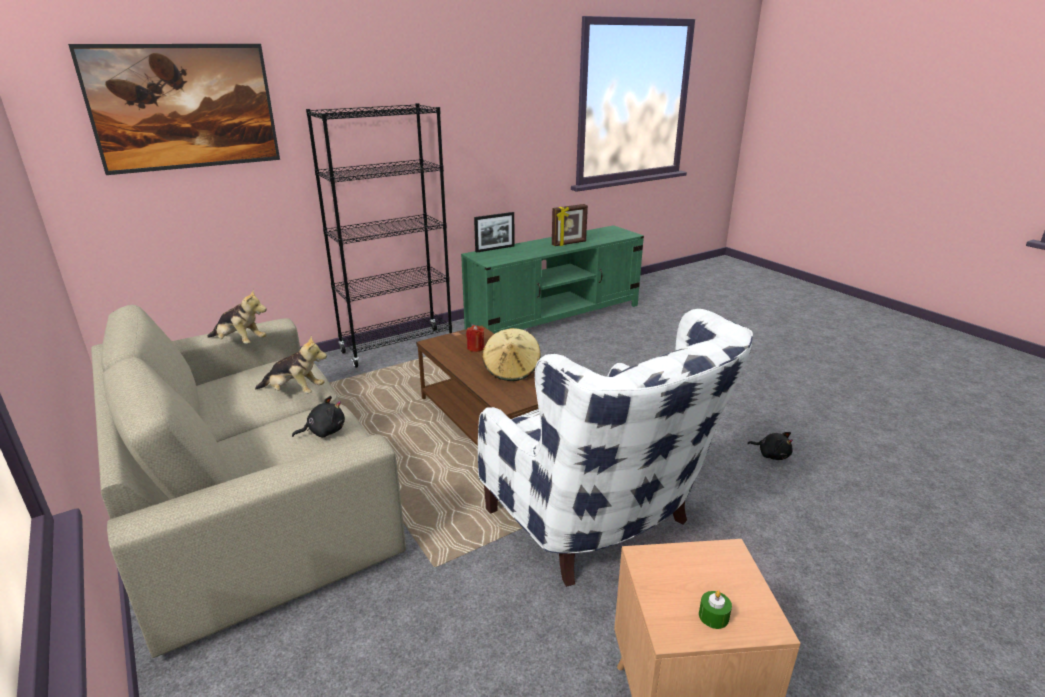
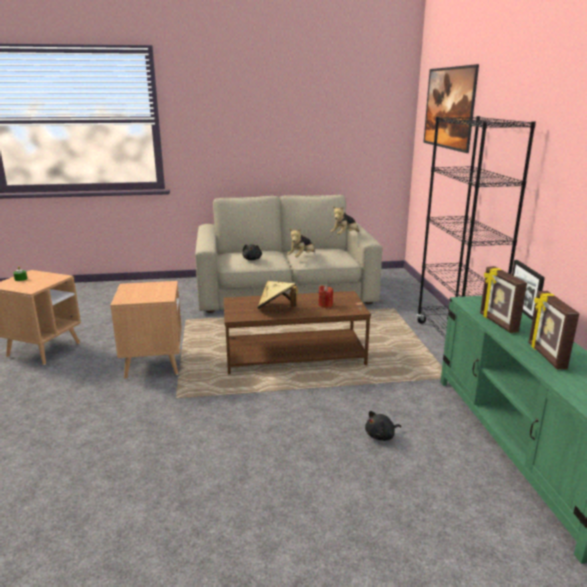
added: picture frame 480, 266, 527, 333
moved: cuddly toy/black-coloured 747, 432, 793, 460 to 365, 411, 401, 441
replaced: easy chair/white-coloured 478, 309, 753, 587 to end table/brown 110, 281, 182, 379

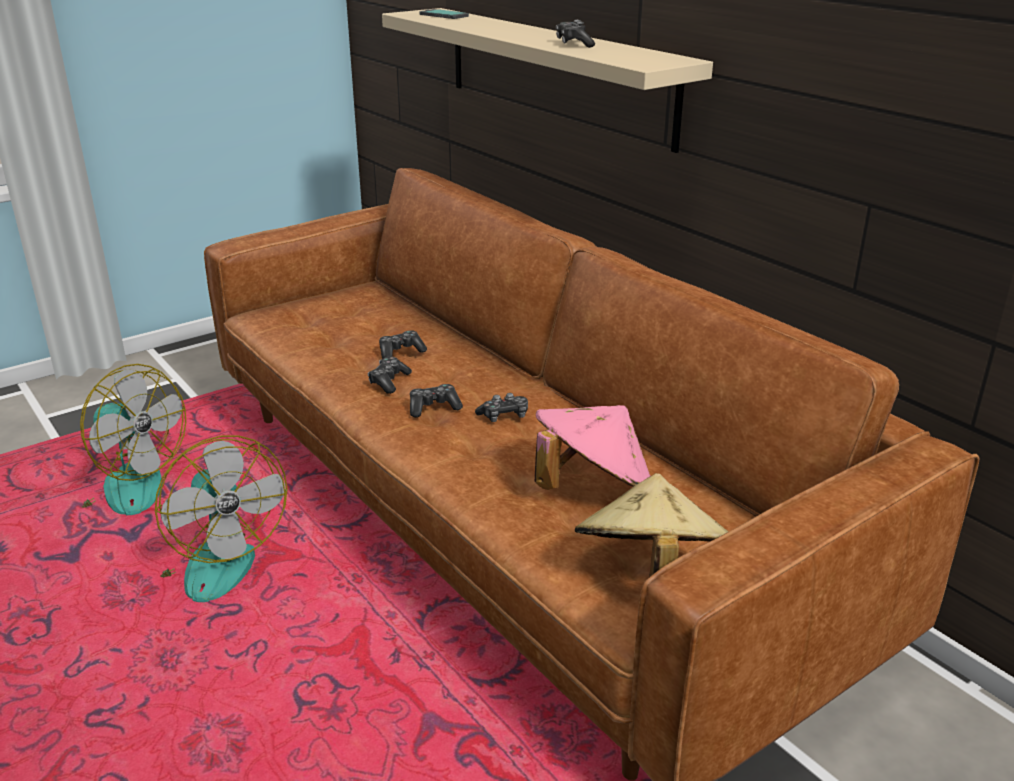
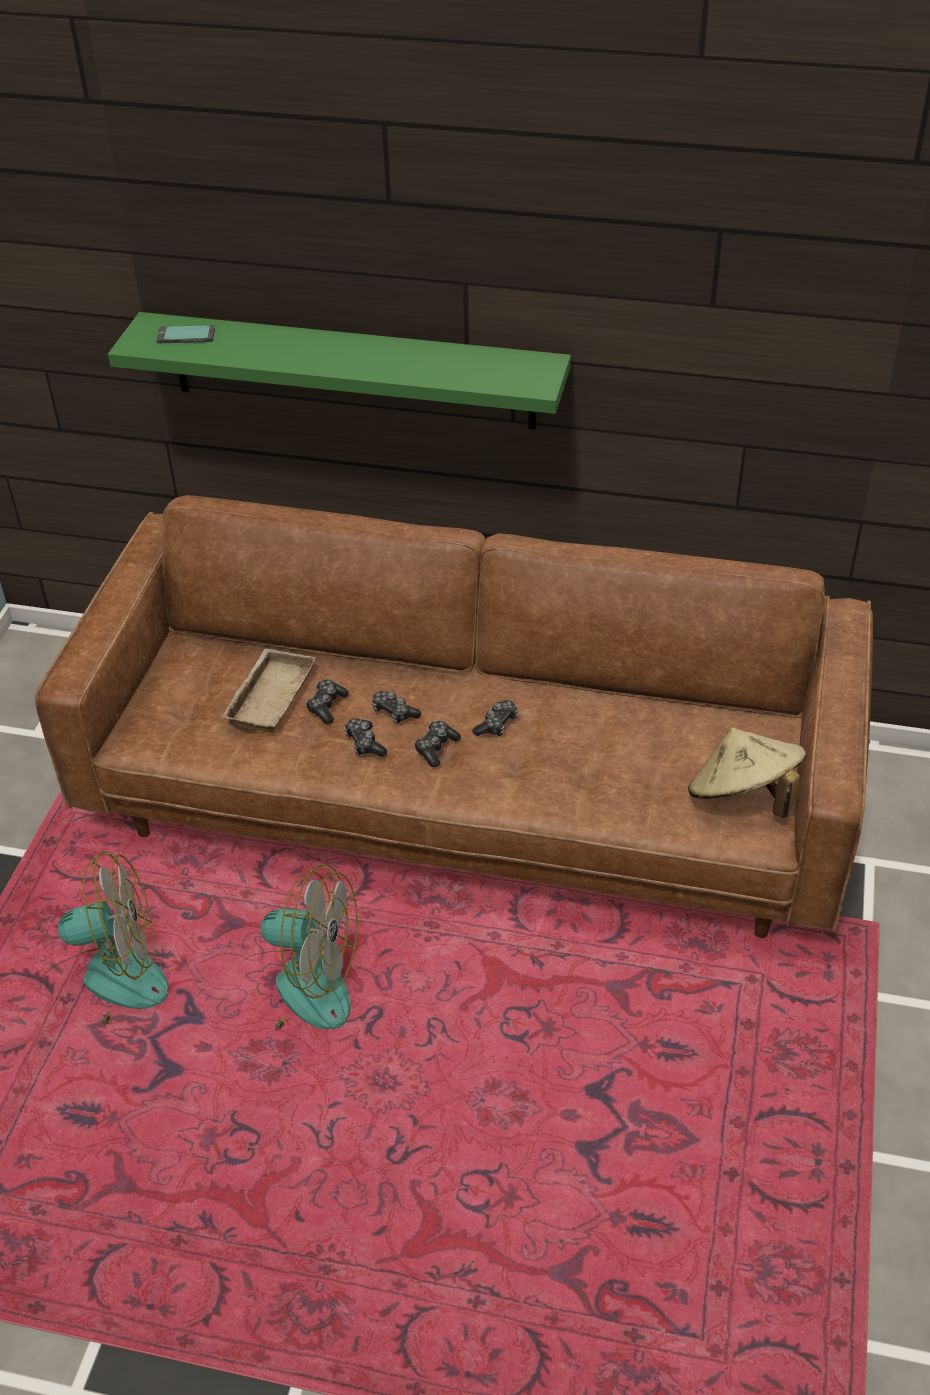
removed: clothing hat/pinkish 535, 405, 650, 490
added: carrying tray/beige-coloured 221, 648, 316, 733
moved: joypad 556, 20, 595, 48 to 372, 691, 421, 724
recoloured: shelf/beige-coloured 382, 8, 713, 153 to shelf/green 108, 312, 571, 430

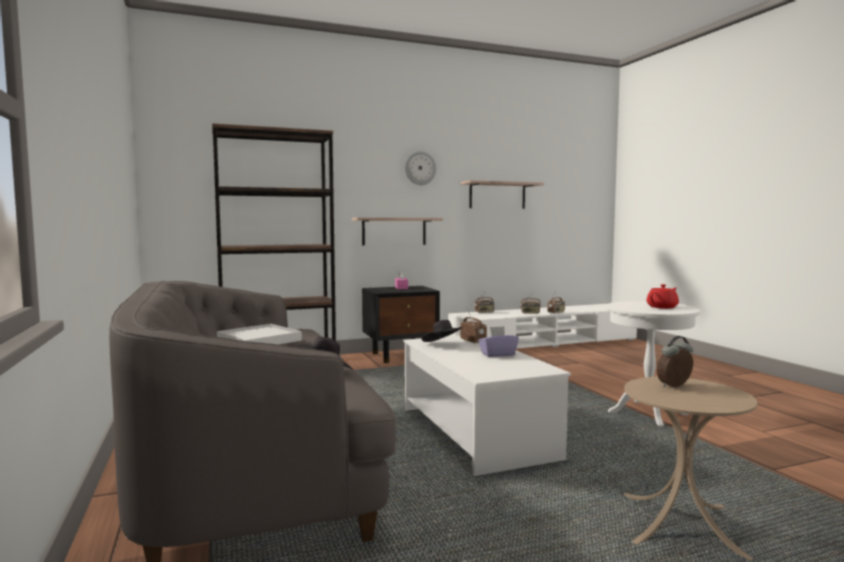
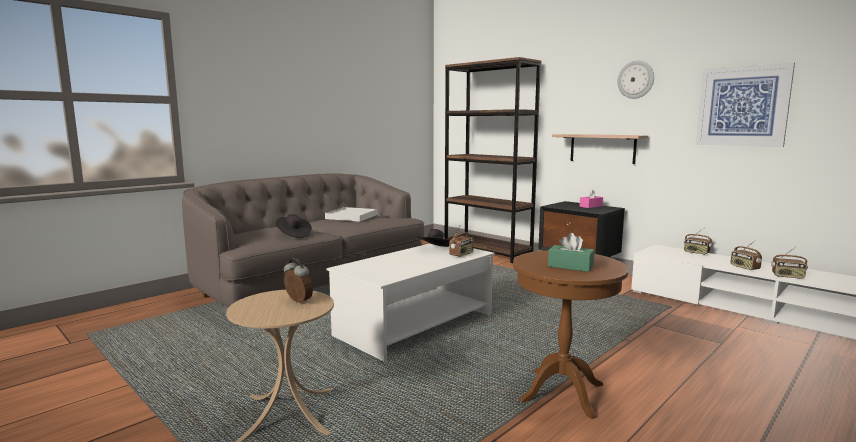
removed: tissue holder/purple 478, 326, 519, 357
replaced: pot for tea/red 647, 284, 679, 309 to tissue holder/green 548, 233, 595, 272; shelf 461, 180, 544, 209 to wall art 696, 63, 795, 147
recoloured: end table/white-coloured 607, 301, 700, 427 to end table/brown 513, 250, 628, 419

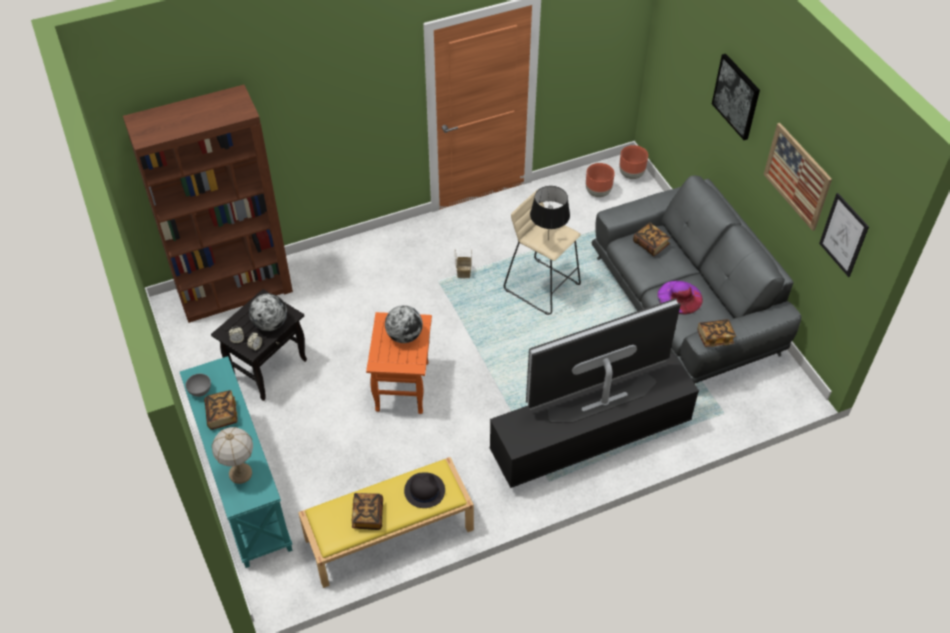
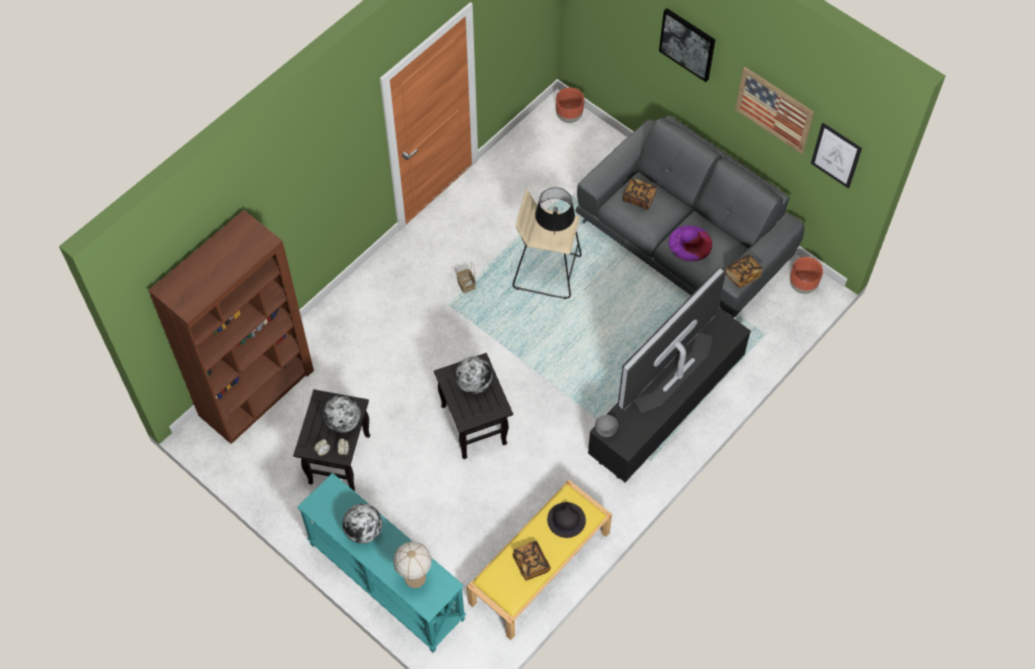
moved: bowl/gray 186, 374, 211, 397 to 595, 415, 618, 437; planter/brown 586, 163, 615, 197 to 790, 257, 823, 294
replaced: book 204, 390, 238, 430 to globe 342, 504, 383, 544
recoloured: end table/orange-coloured 366, 312, 432, 414 to end table/black-coloured 434, 353, 513, 459

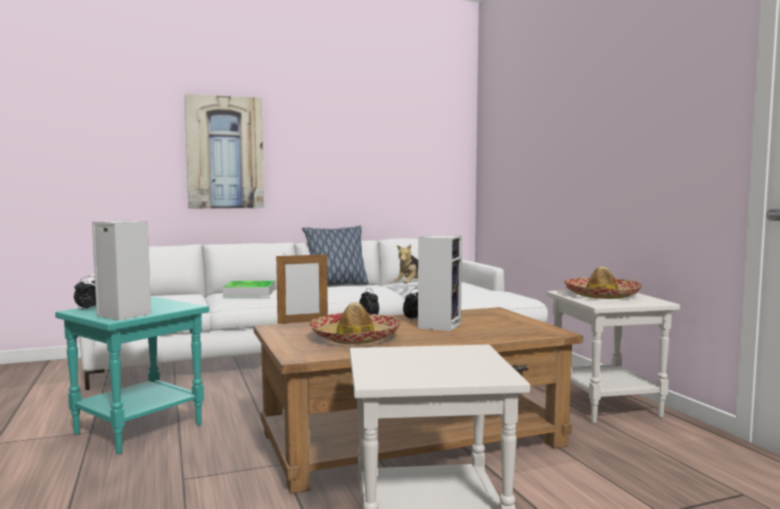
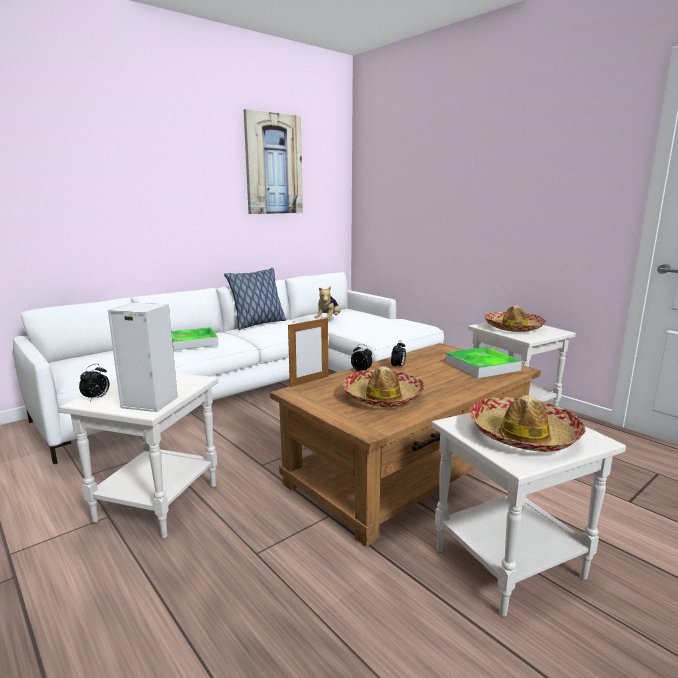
removed: audio speaker 418, 235, 462, 331
added: carrying tray 446, 347, 522, 378; clothing hat 471, 395, 586, 452
moved: wall art 185, 94, 264, 209 to 244, 109, 303, 214
recoloured: end table/blue-green 55, 297, 209, 454 to end table/white-coloured 60, 373, 219, 538

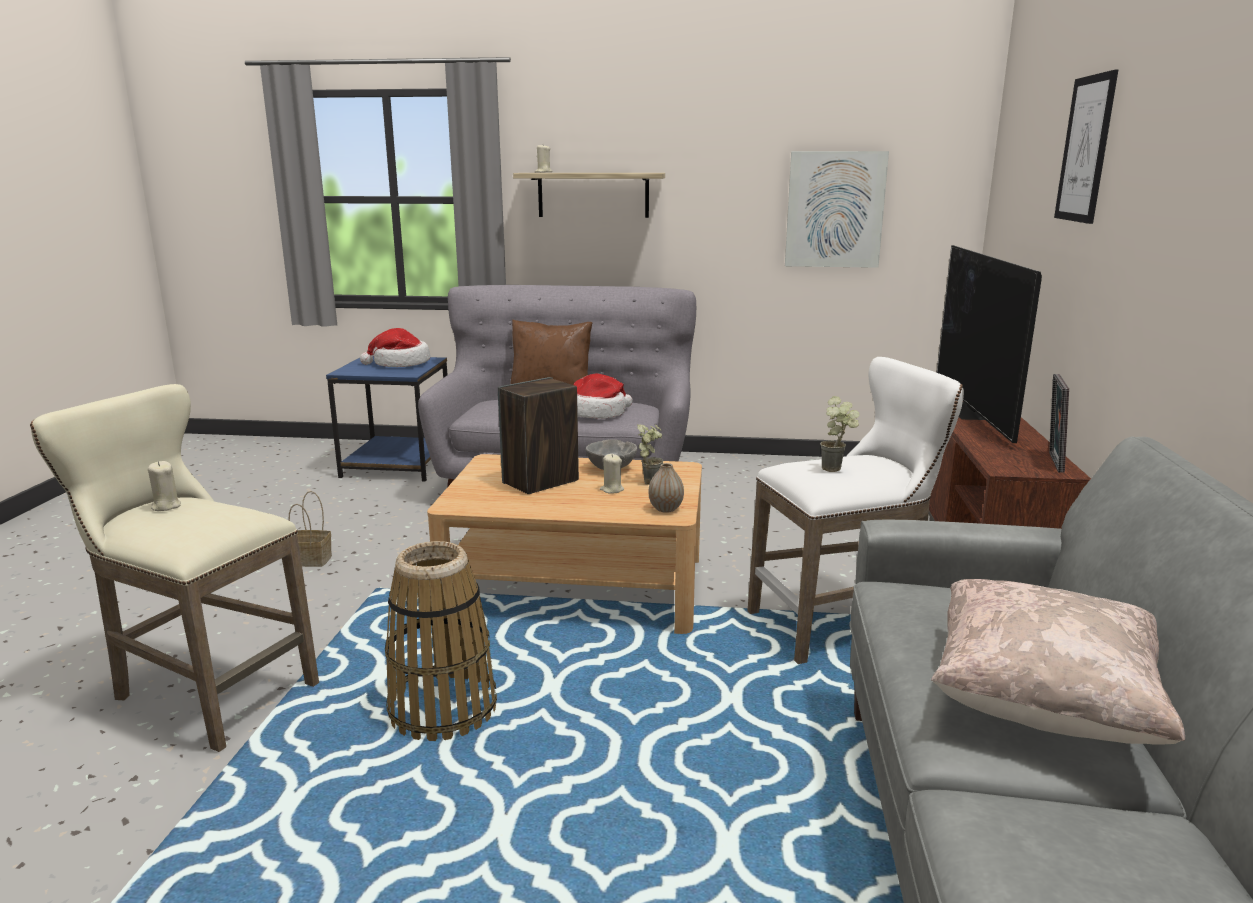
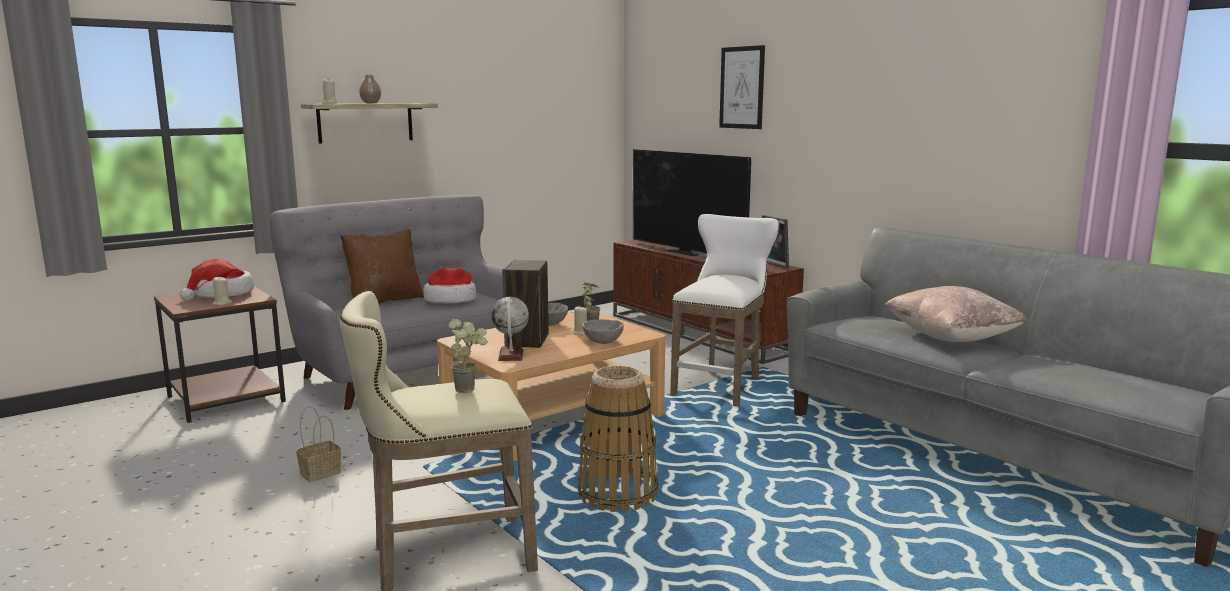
removed: wall art 785, 151, 889, 268
added: globe 491, 297, 529, 361; bowl/gray 583, 319, 624, 344
moved: candle/beige-coloured 148, 461, 181, 511 to 212, 276, 232, 305; vase 649, 463, 684, 513 to 359, 75, 381, 103; potted plant 820, 396, 859, 472 to 449, 319, 488, 393
recoloured: end table/blue 326, 356, 447, 482 to end table/brown 154, 286, 286, 423

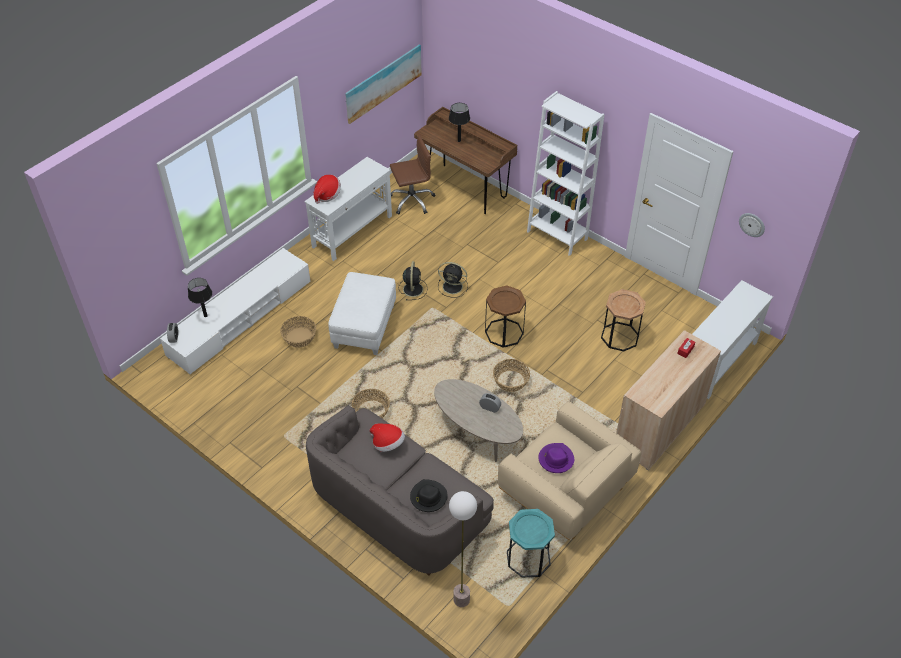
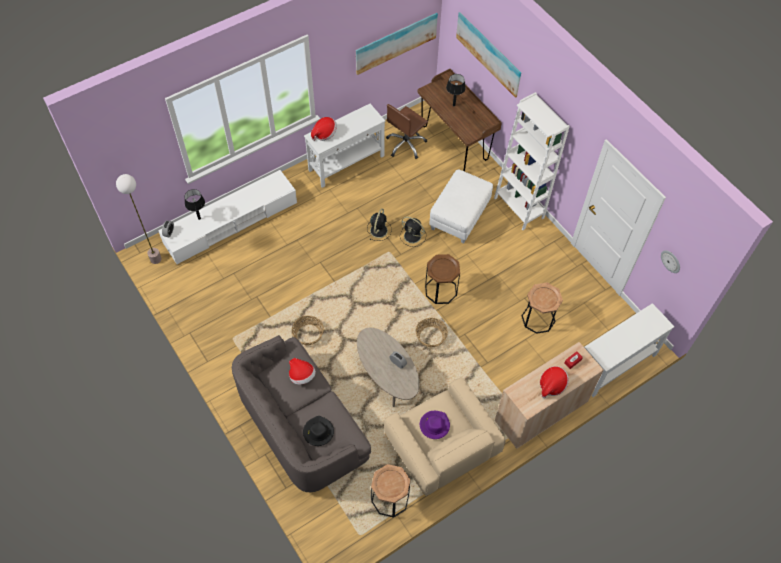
removed: storage basket 280, 316, 316, 348
added: wall art 456, 12, 521, 98; clothing hat 540, 366, 569, 398
moved: standard lamp 449, 491, 477, 607 to 116, 174, 162, 264; pouffe/white-coloured 328, 272, 396, 355 to 429, 169, 493, 244
recoloured: end table/blue-green 507, 509, 555, 578 to end table/brown 371, 464, 411, 518
turned: desk chair/brown 390, 135, 435, 214 = 386, 104, 428, 159 135 degrees clockwise

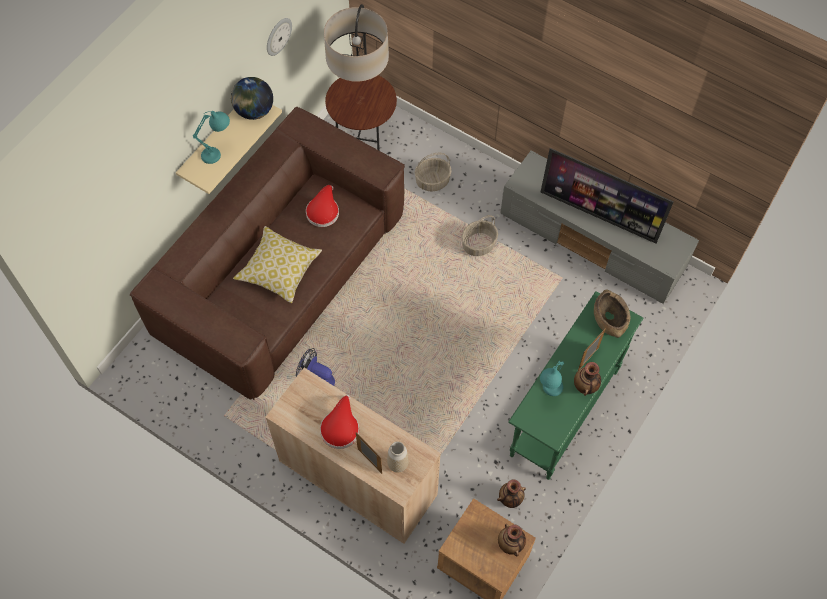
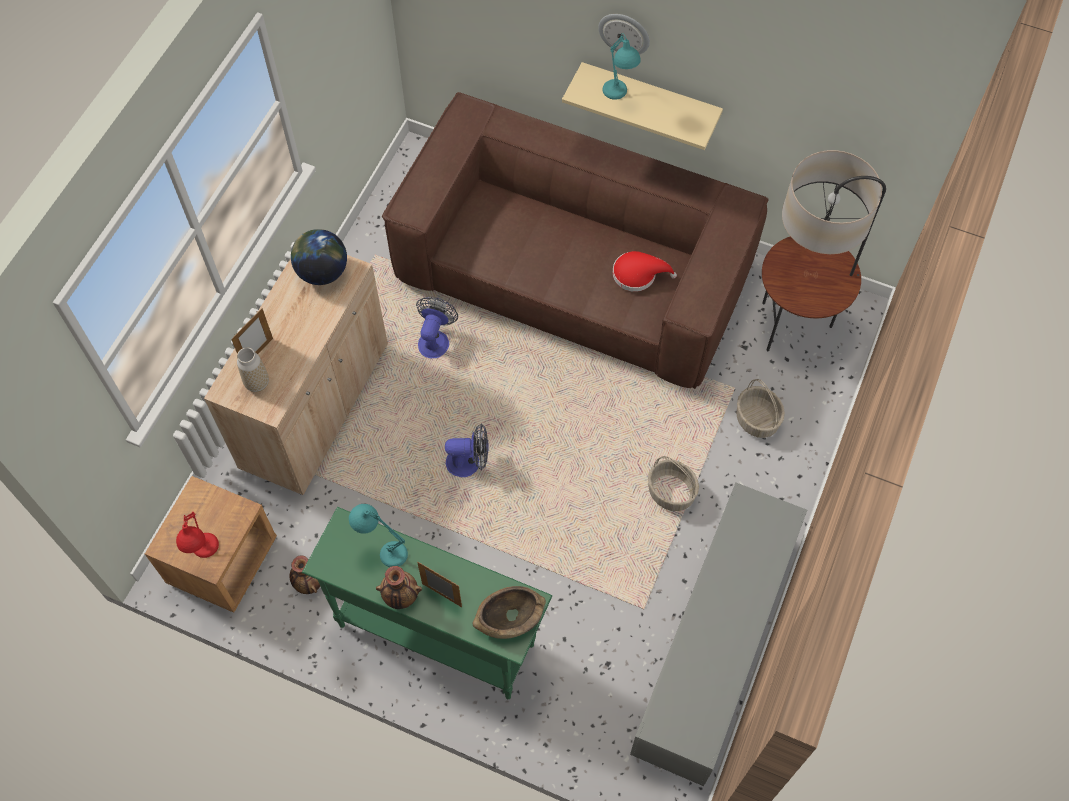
removed: cushion 233, 226, 322, 303; clothing hat/red 320, 395, 359, 449; television 541, 148, 674, 244
added: cooling fan 445, 424, 488, 477
moved: globe 231, 77, 273, 120 to 291, 229, 347, 285; clock on the wall 267, 18, 292, 56 to 598, 14, 650, 55
replaced: vase 498, 524, 526, 556 to tabletop lamp/red 176, 511, 219, 558

